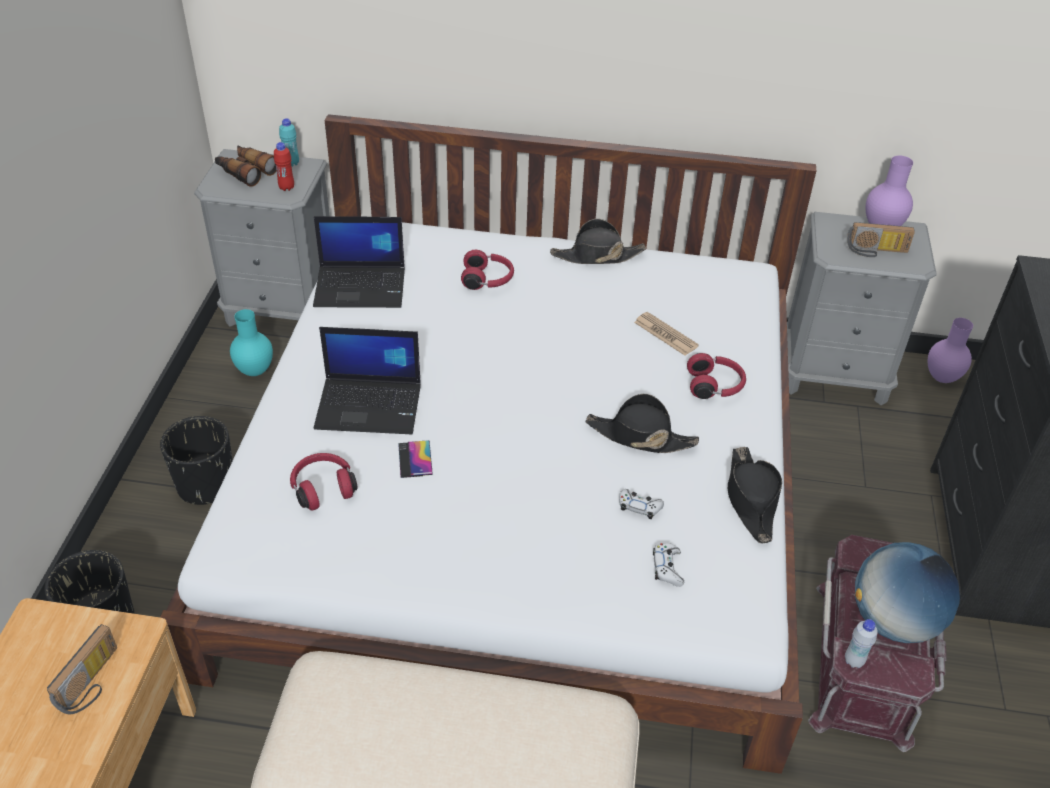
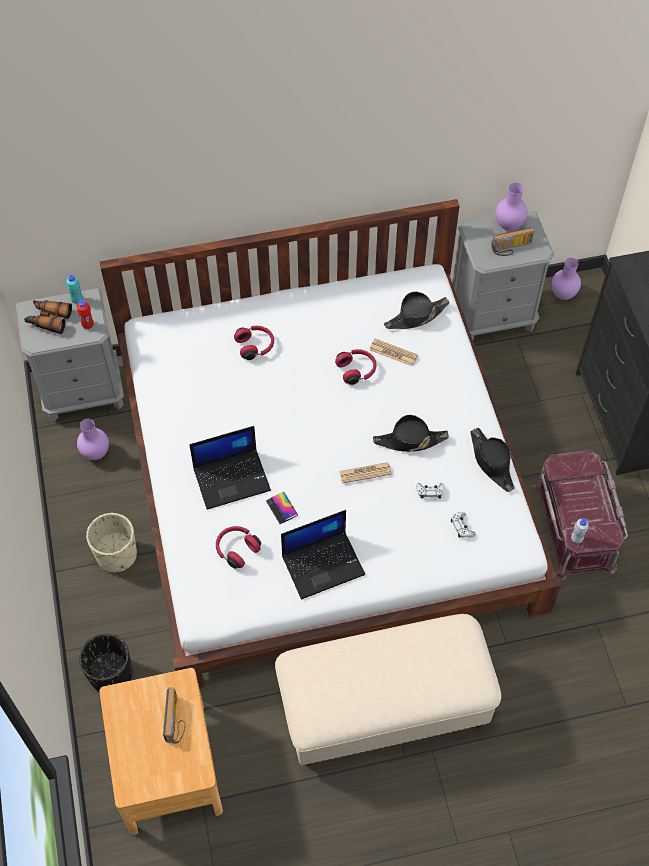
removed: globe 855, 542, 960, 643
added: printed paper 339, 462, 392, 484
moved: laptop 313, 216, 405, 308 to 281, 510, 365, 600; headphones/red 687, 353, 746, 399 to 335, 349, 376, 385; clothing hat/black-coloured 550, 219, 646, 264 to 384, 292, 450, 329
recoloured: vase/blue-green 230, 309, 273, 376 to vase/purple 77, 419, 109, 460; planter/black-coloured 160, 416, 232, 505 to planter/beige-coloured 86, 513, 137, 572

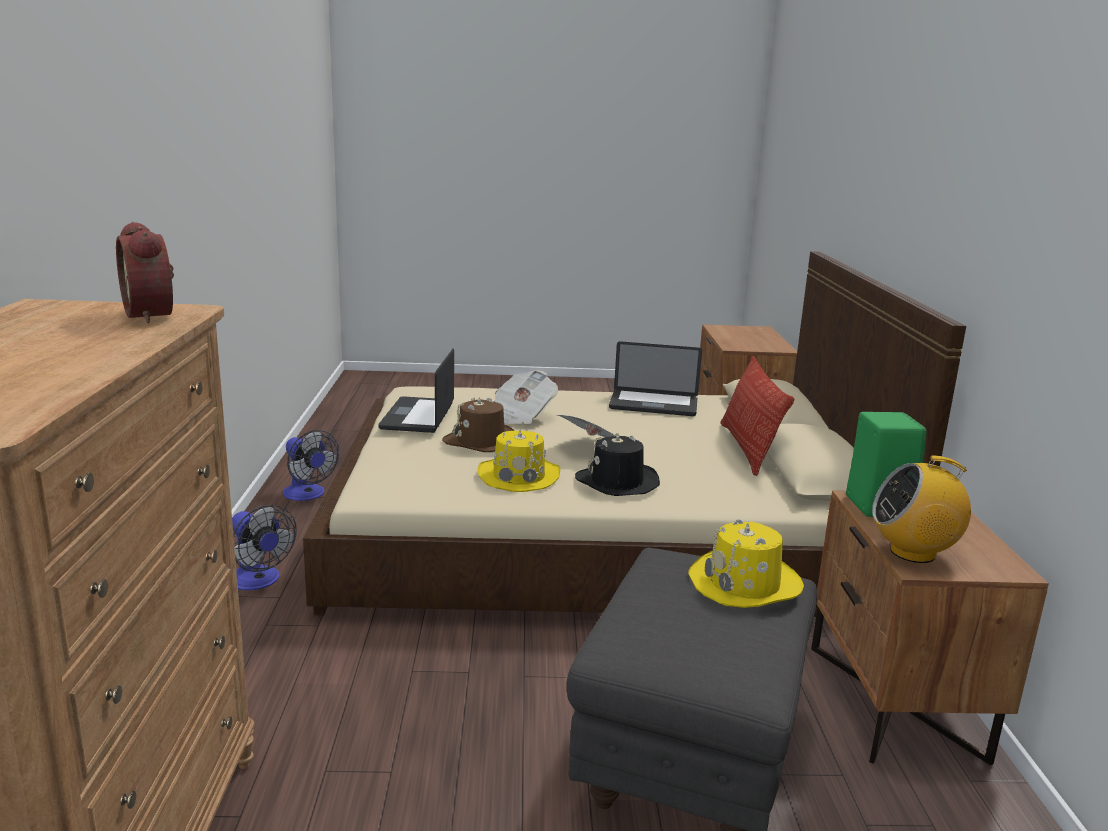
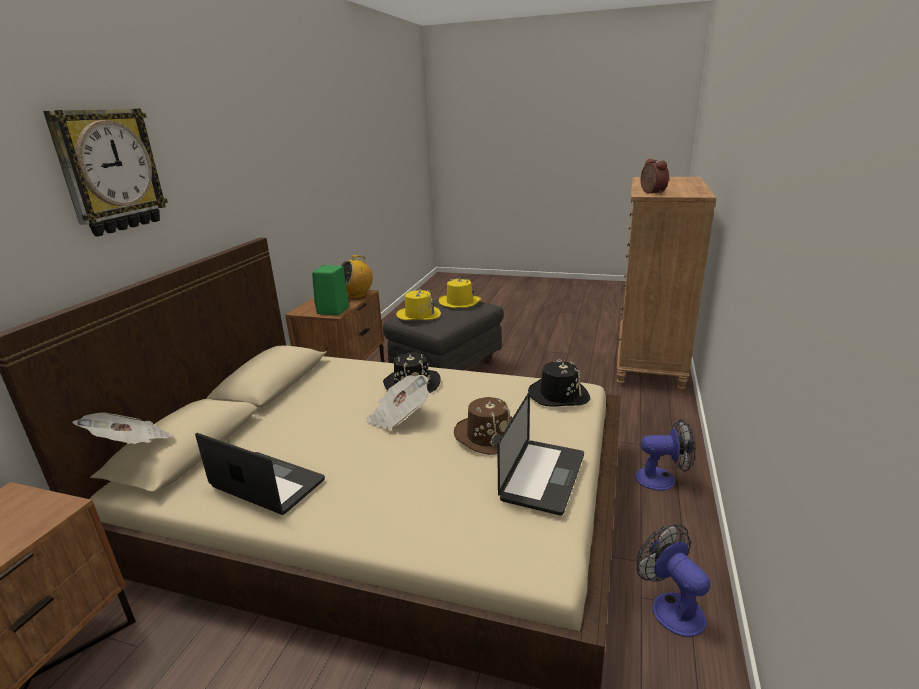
removed: cushion 720, 356, 794, 476
added: clock on the wall 43, 109, 168, 236; clothing hat/black-coloured 528, 360, 590, 407
moved: printed paper 494, 370, 558, 424 to 72, 412, 174, 444; clothing hat/yellowish 478, 430, 560, 492 to 439, 277, 481, 308
turned: radio 872, 456, 971, 563 = 341, 255, 373, 299 120 degrees clockwise; cooling fan 232, 505, 297, 590 = 636, 419, 695, 491 120 degrees clockwise

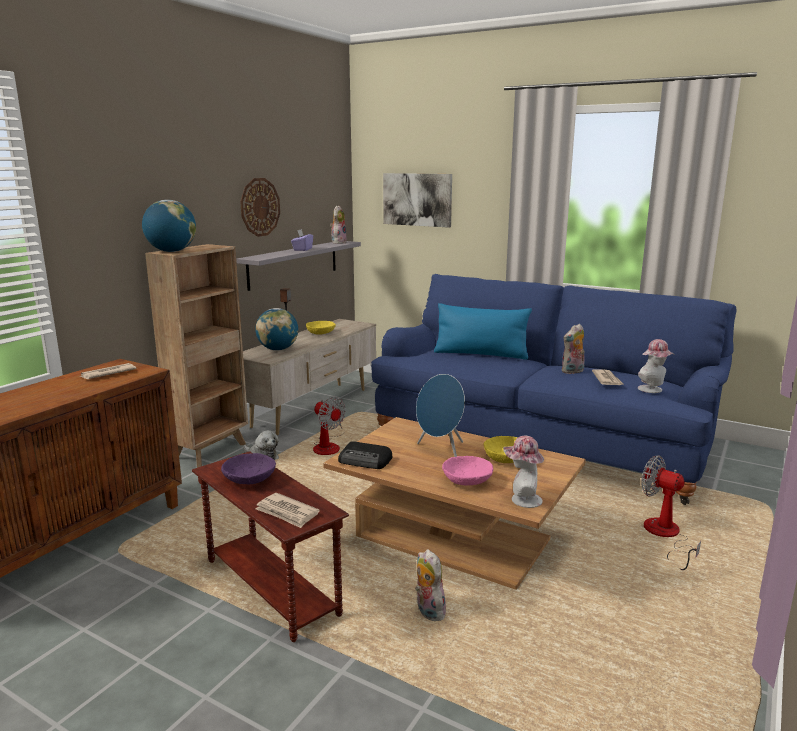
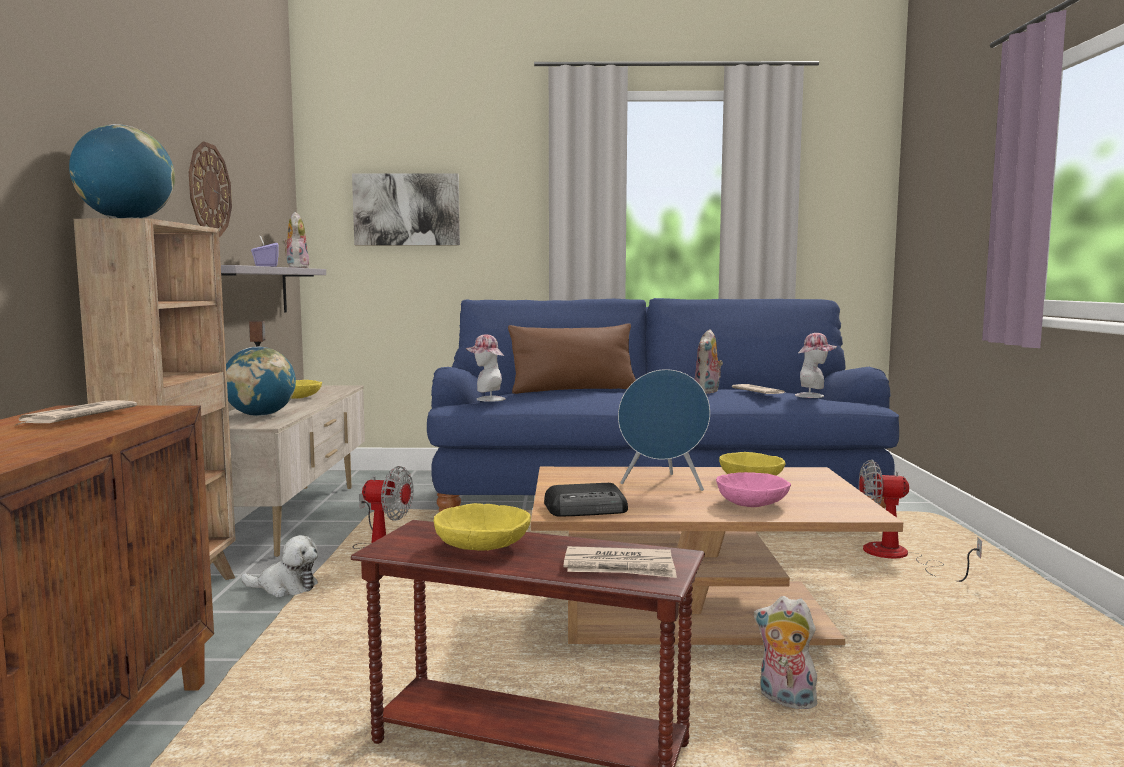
moved: clothing hat 503, 436, 544, 508 to 466, 334, 505, 402
recoloured: bowl/purple 221, 453, 276, 484 to bowl/yellowish 434, 503, 531, 551; cushion/blue 434, 303, 532, 359 to cushion/brown 508, 323, 636, 394

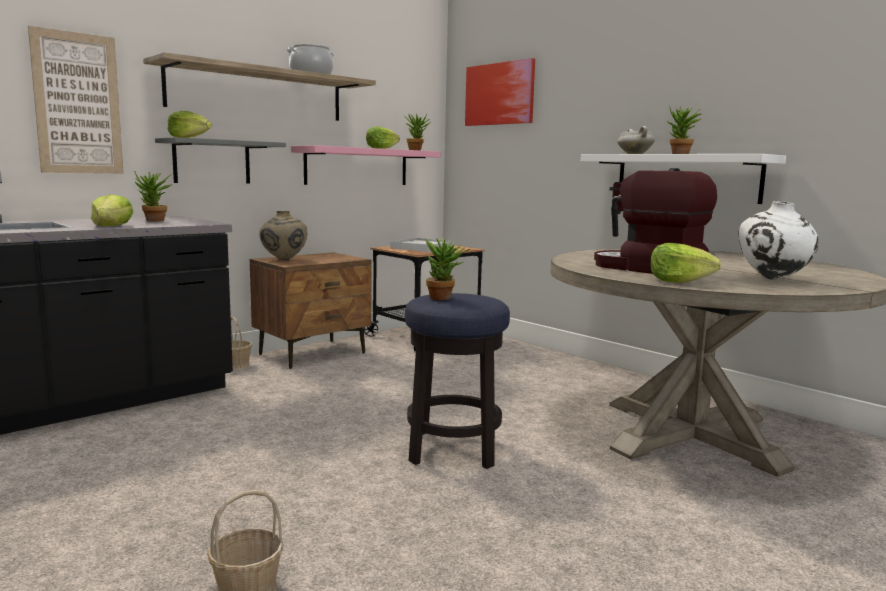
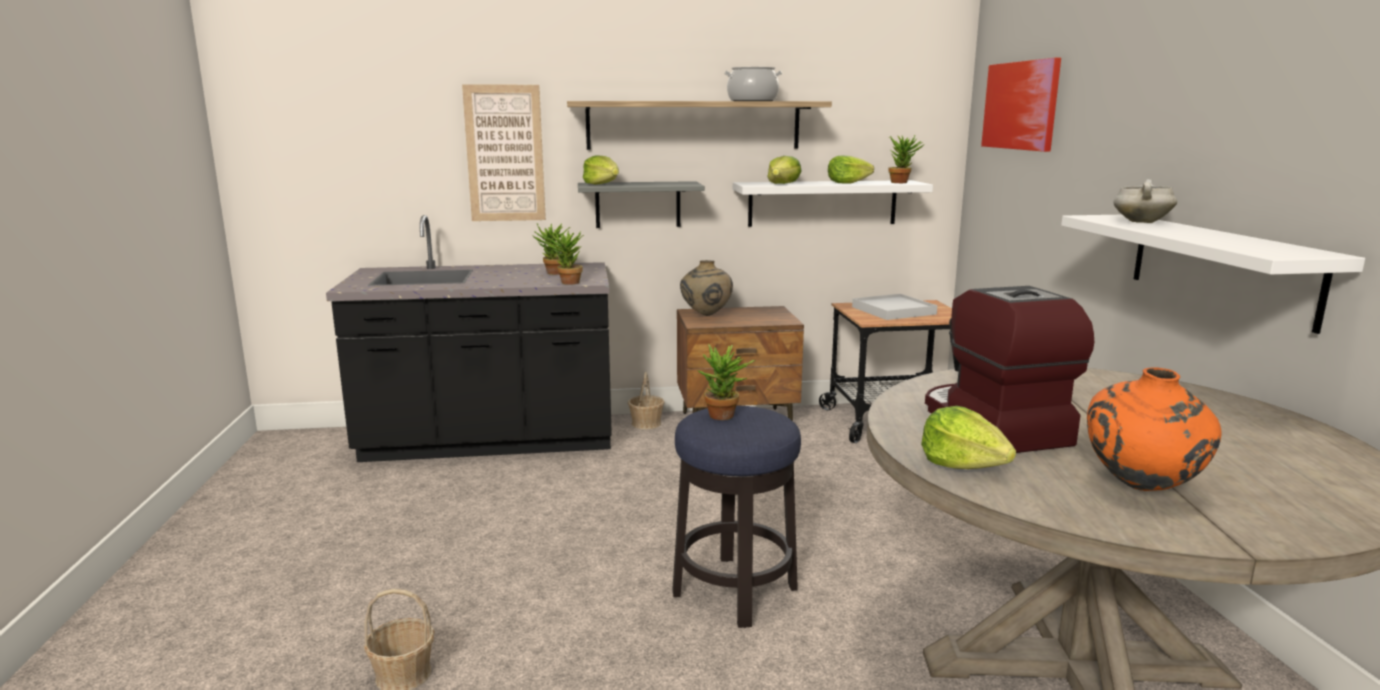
moved: potted plant 667, 105, 702, 154 to 544, 229, 584, 285; lettuce head 91, 195, 133, 226 to 767, 156, 802, 184
recoloured: shelf/pinkish 291, 145, 441, 185 to shelf/white-coloured 733, 180, 933, 227; vase/white-coloured 738, 201, 818, 279 to vase/orange-coloured 1087, 367, 1222, 491

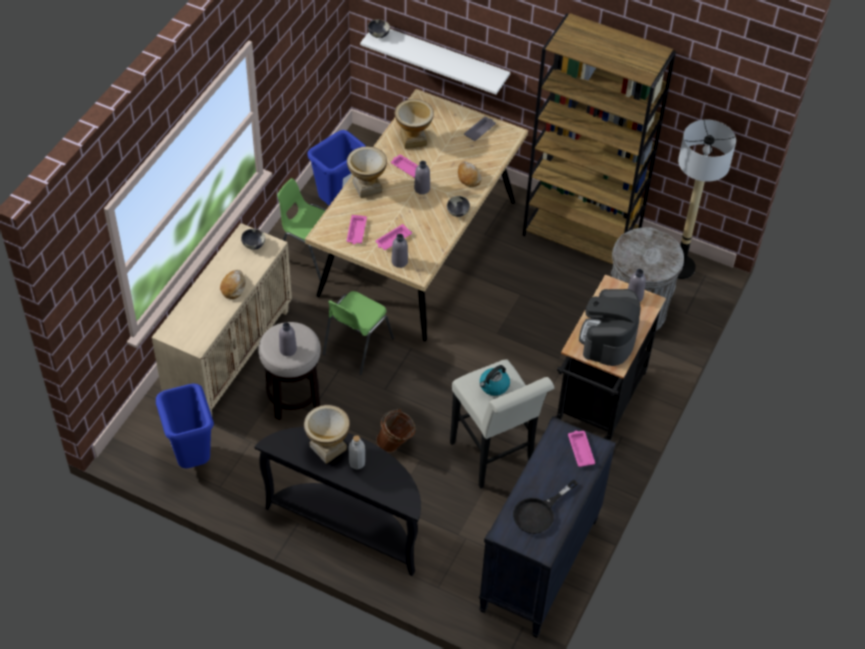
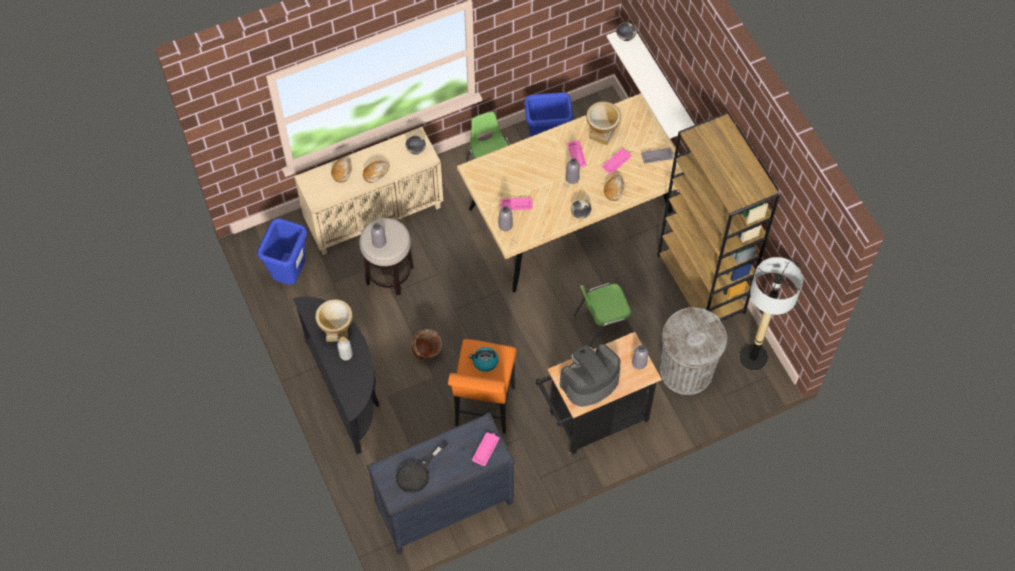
removed: vase 347, 146, 387, 198
added: bread 331, 157, 352, 183
moved: upright chair/green 323, 291, 394, 375 to 574, 283, 633, 347; carrying tray/pinkish 347, 215, 367, 244 to 602, 148, 632, 174
recoloured: stool/white-coloured 450, 359, 554, 488 to stool/orange-coloured 448, 339, 516, 434
turned: frying pan/black-coloured 513, 479, 578, 534 = 396, 441, 447, 493 45 degrees counterclockwise

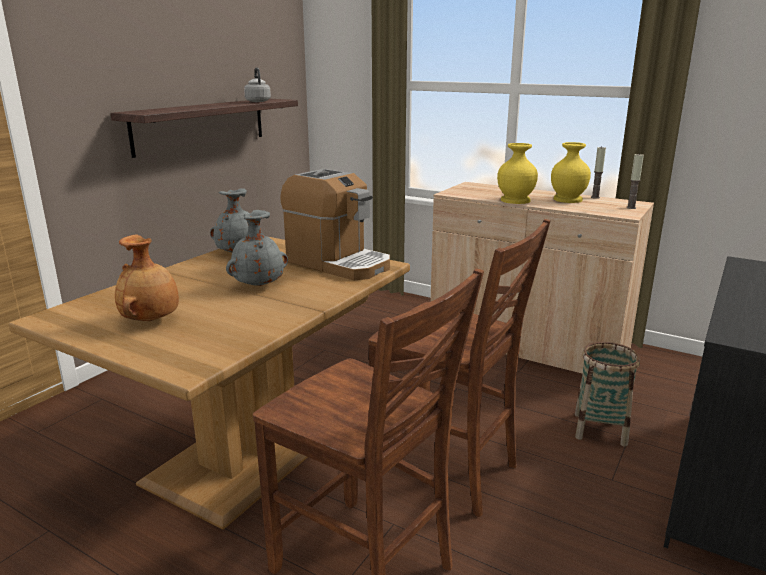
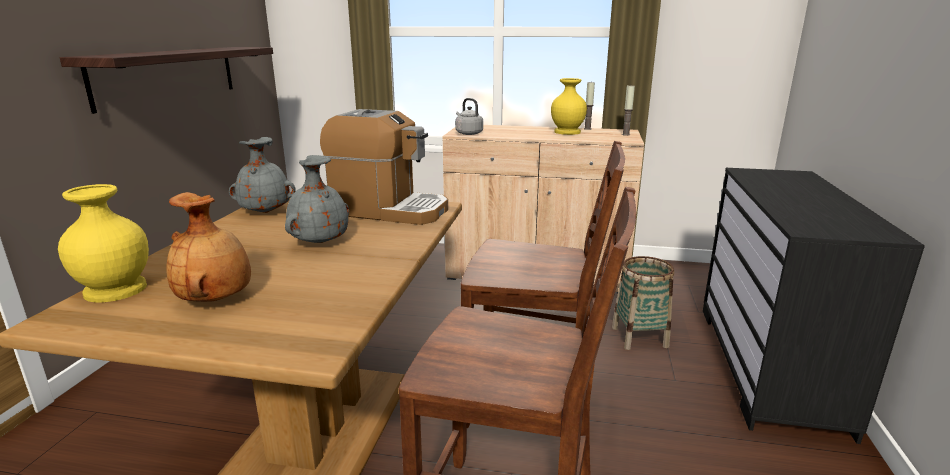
moved: vase/yellowish 497, 143, 538, 204 to 58, 184, 149, 302; tea kettle/gray 244, 67, 271, 102 to 455, 98, 483, 135

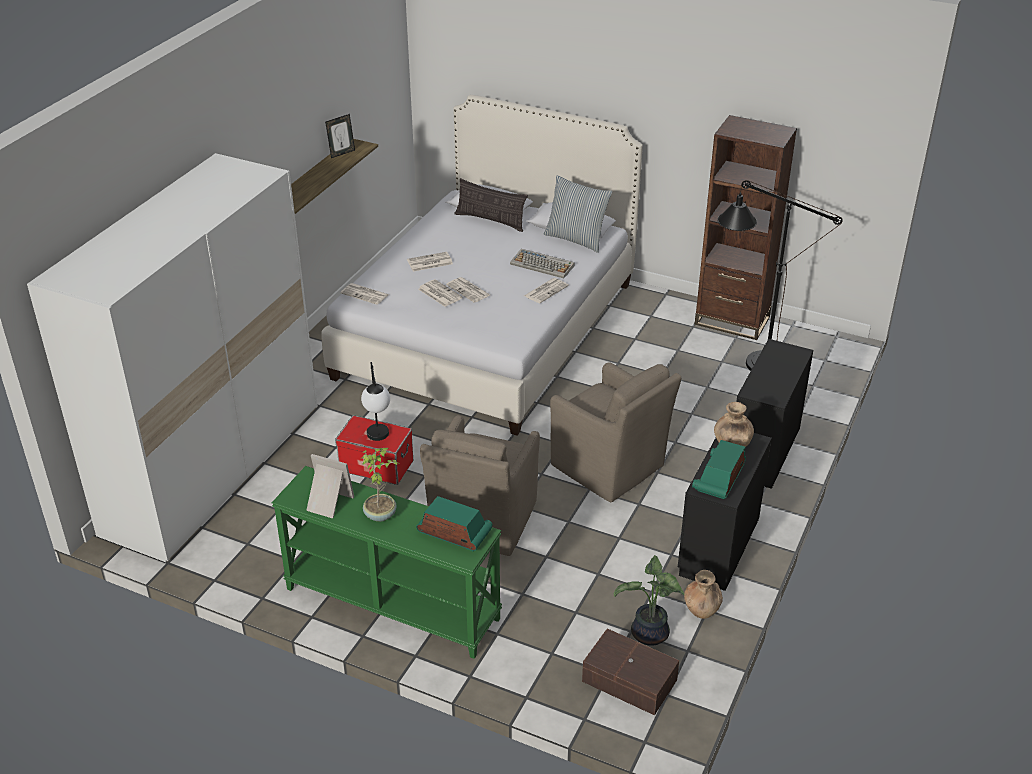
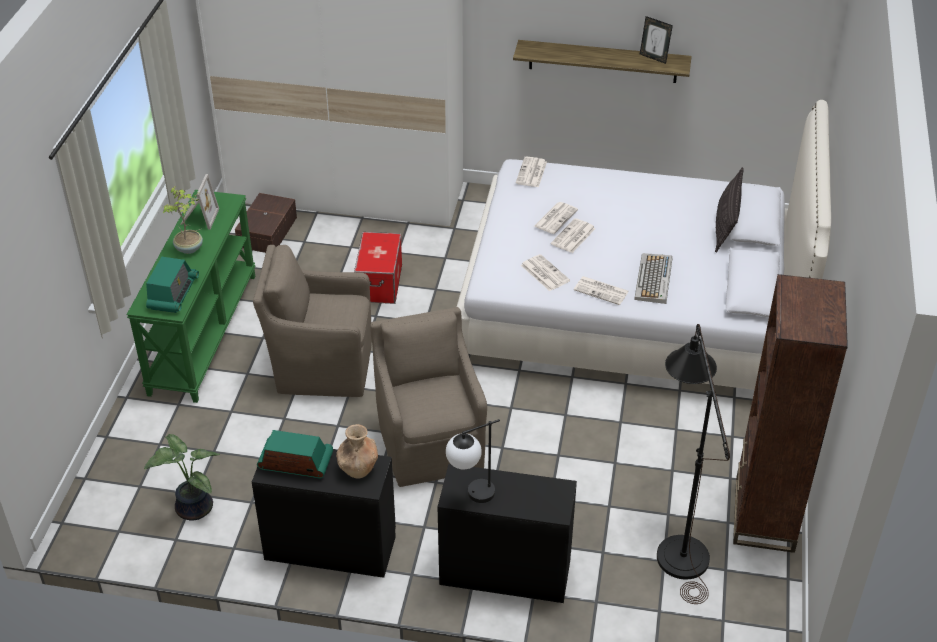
removed: cushion 544, 175, 612, 253; vase/brown 684, 570, 723, 619
moved: storage container/brown 582, 628, 679, 715 to 235, 193, 297, 253; tabletop lamp 361, 362, 390, 441 to 446, 419, 500, 503; printed paper 407, 252, 453, 272 to 521, 254, 570, 291
turned: easy chair/brown 550, 363, 681, 502 = 370, 307, 487, 487 135 degrees clockwise

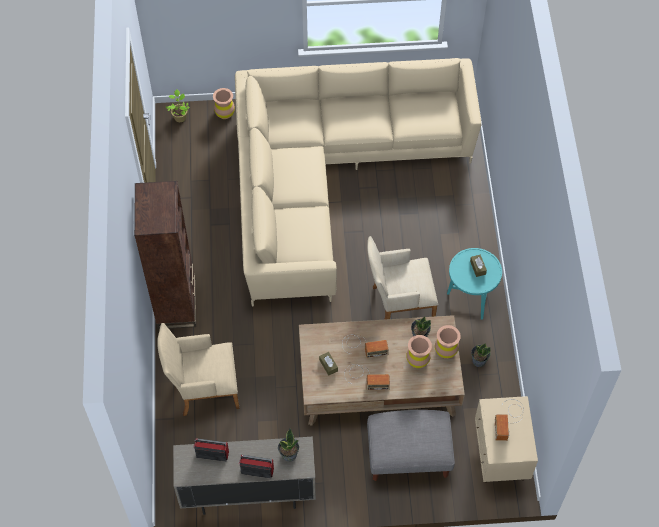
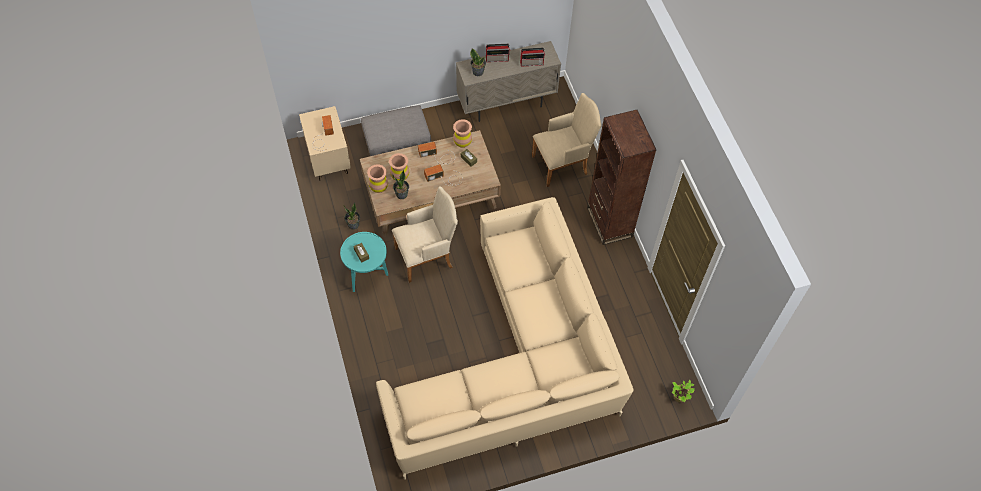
moved: vase/brown 213, 88, 235, 119 to 453, 119, 472, 148

